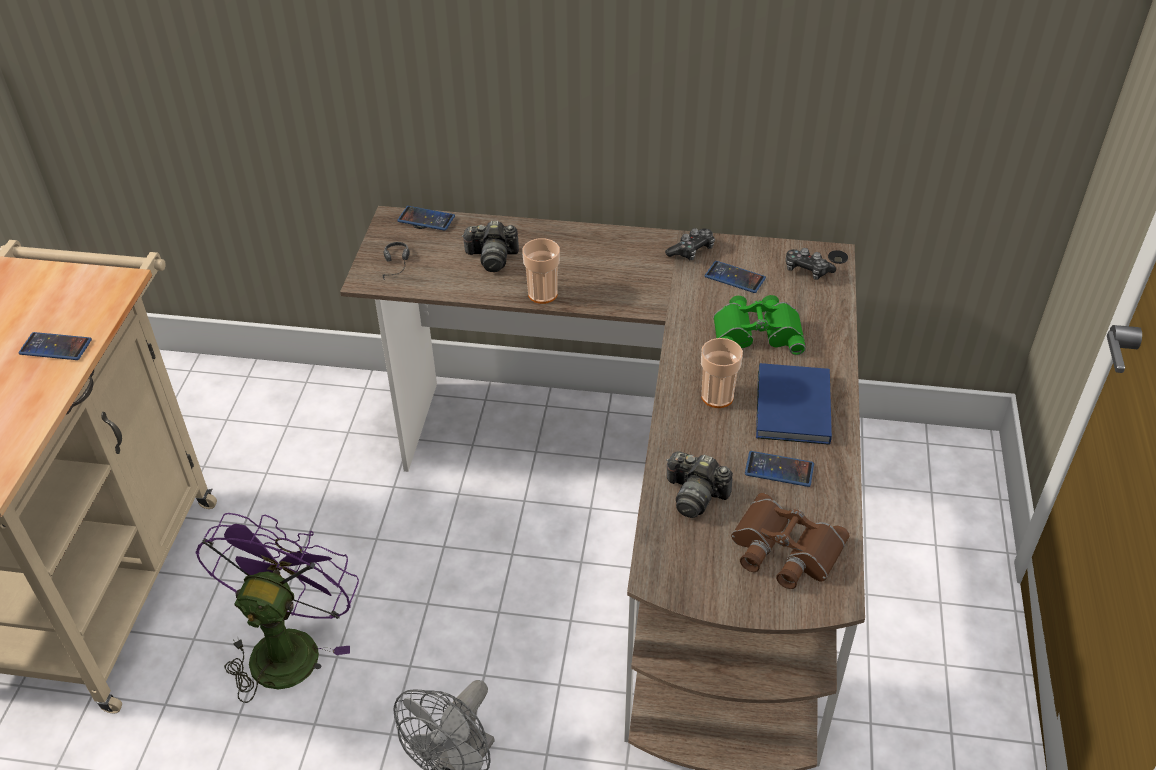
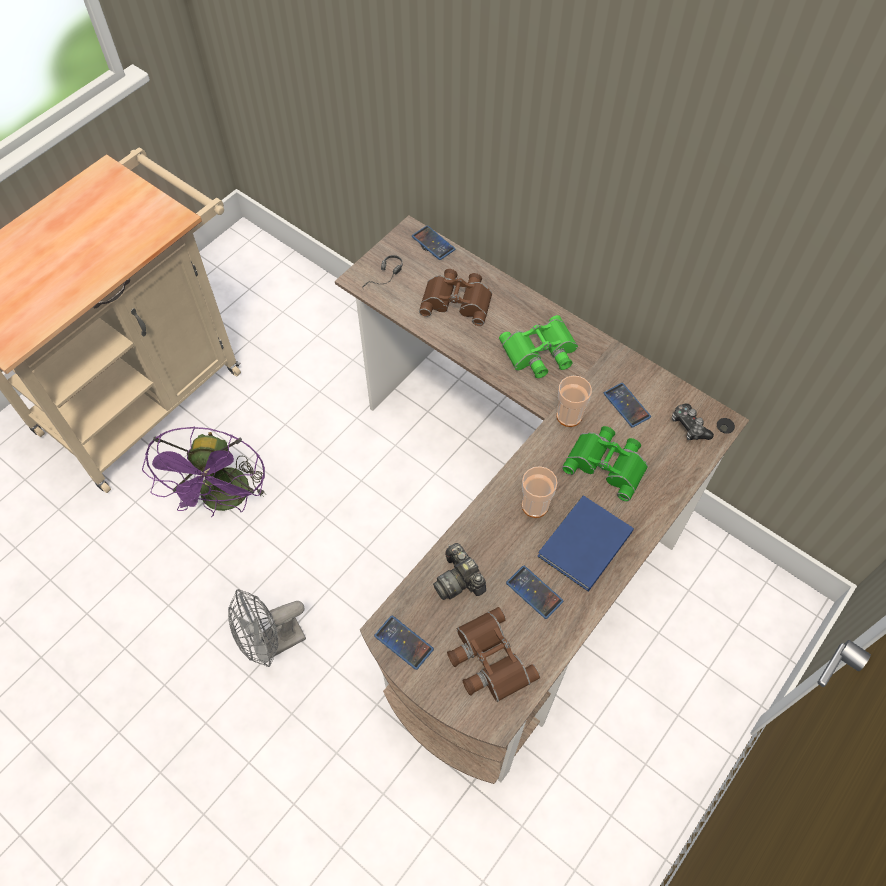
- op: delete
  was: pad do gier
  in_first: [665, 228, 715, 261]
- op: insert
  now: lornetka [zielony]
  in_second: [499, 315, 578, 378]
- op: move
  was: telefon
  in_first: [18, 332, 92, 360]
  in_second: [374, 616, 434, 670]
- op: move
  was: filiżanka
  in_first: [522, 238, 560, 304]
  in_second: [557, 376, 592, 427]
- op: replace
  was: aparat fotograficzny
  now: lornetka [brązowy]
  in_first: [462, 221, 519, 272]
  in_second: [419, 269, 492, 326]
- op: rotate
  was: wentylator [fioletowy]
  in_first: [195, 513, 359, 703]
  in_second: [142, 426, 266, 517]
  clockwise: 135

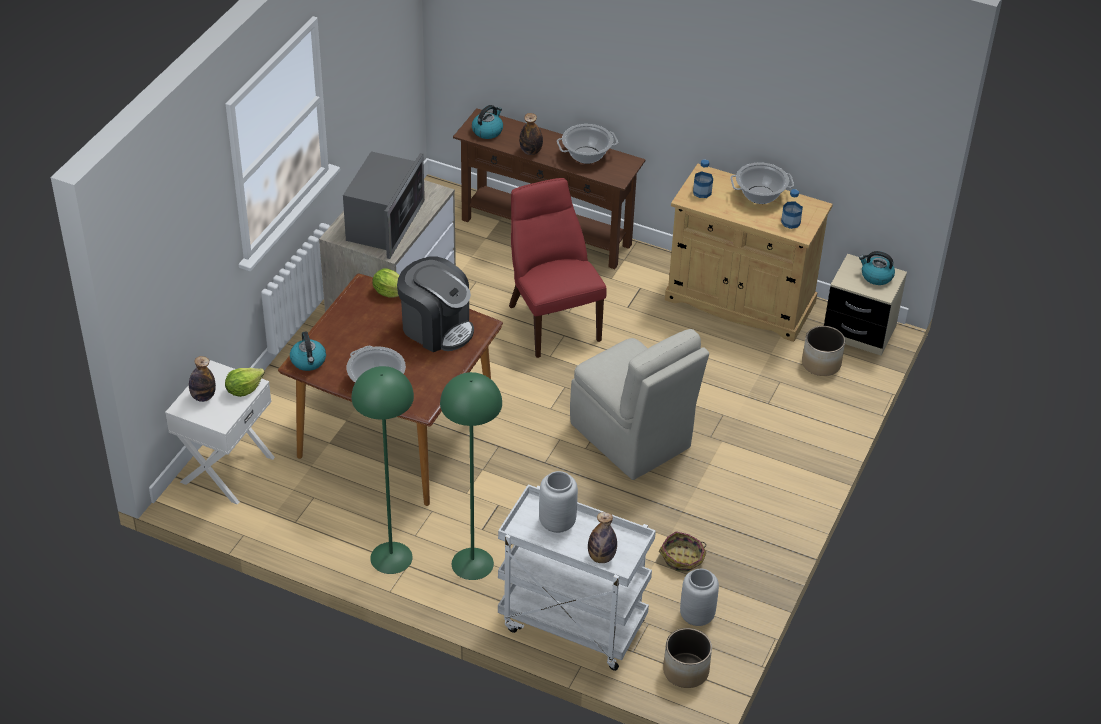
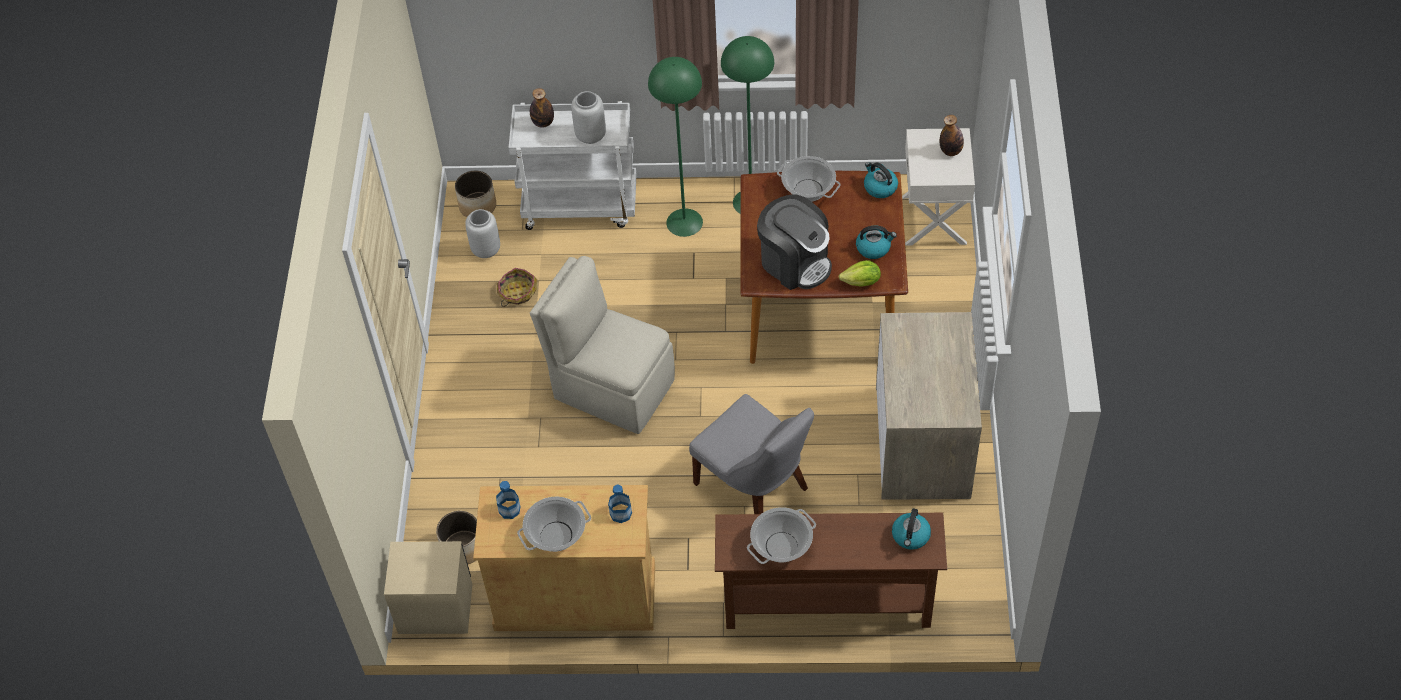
- op: delete
  was: sałata
  in_first: [225, 368, 265, 397]
- op: delete
  was: mikrofalówka
  in_first: [343, 151, 425, 259]
- op: delete
  was: butelka
  in_first: [519, 113, 543, 155]
- op: move
  was: czajnik
  in_first: [859, 251, 895, 285]
  in_second: [856, 226, 897, 259]
- op: recolor
  was: krzesło [czerwony]
  now: krzesło [szary]
  in_first: [509, 178, 607, 358]
  in_second: [689, 394, 814, 514]
- op: rotate
  was: ekspres do kawy
  in_first: [397, 257, 474, 352]
  in_second: [757, 194, 832, 290]
  clockwise: -150

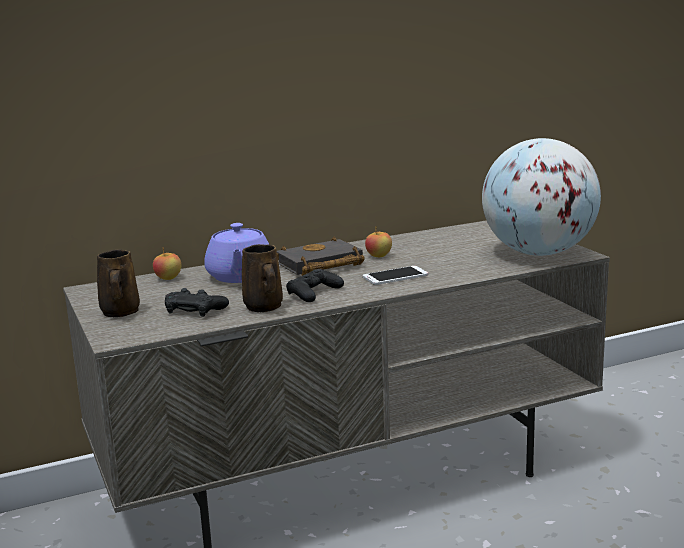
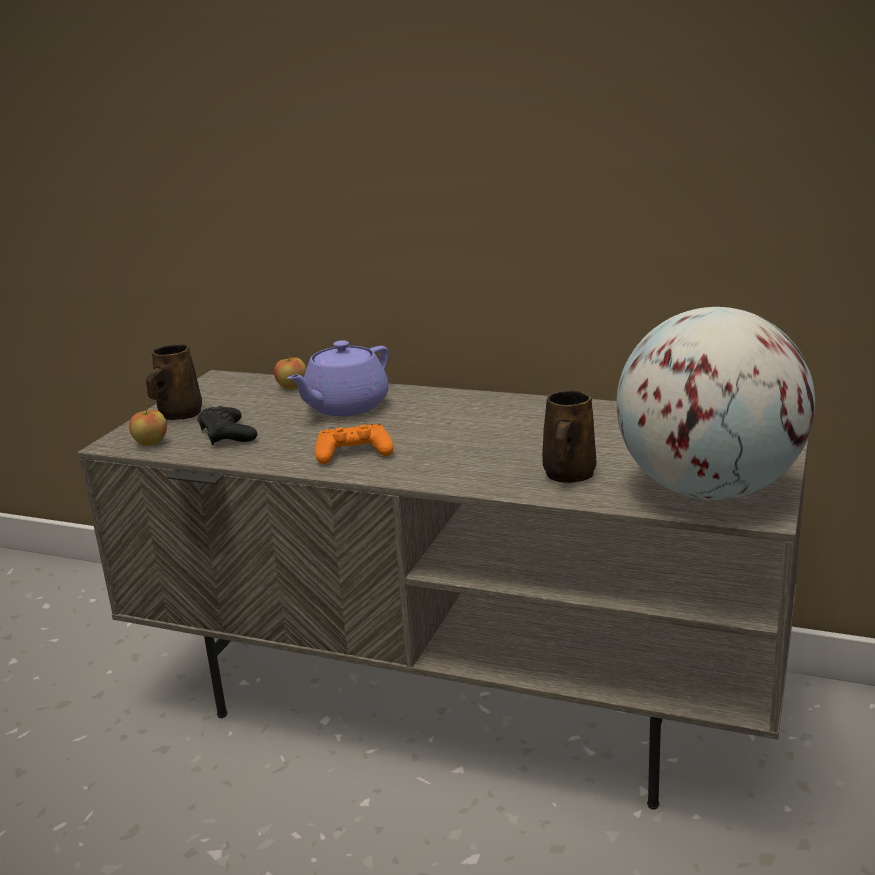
- op: delete
  was: książka [czarny]
  in_first: [277, 237, 365, 276]
- op: delete
  was: telefon
  in_first: [363, 266, 428, 285]
- op: move
  was: kubek [brązowy]
  in_first: [242, 244, 283, 312]
  in_second: [542, 390, 596, 483]
- op: move
  was: jabłko
  in_first: [365, 226, 392, 257]
  in_second: [129, 403, 167, 446]
- op: recolor
  was: pad do gier [czarny]
  now: pad do gier [pomarańczowy]
  in_first: [286, 269, 344, 302]
  in_second: [315, 424, 394, 464]

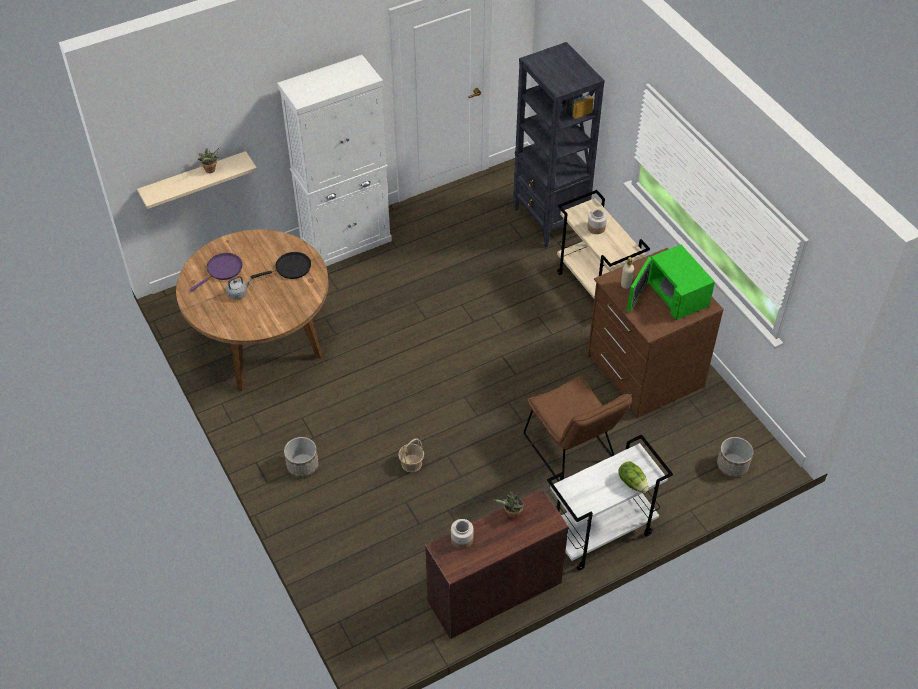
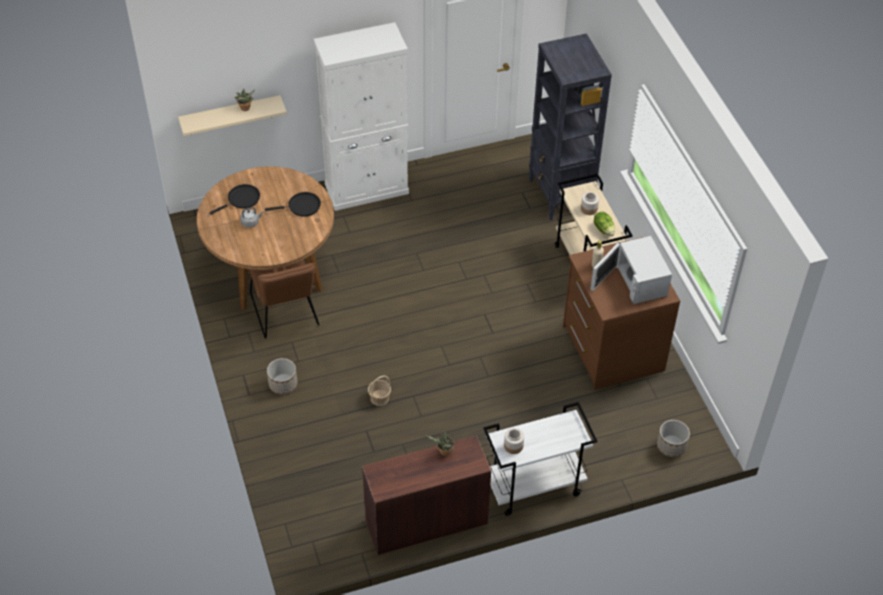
- op: move
  was: słoik
  in_first: [451, 519, 474, 549]
  in_second: [504, 428, 524, 454]
- op: move
  was: krzesło [brązowy]
  in_first: [524, 376, 632, 482]
  in_second: [248, 260, 319, 339]
- op: move
  was: sałata
  in_first: [618, 461, 649, 493]
  in_second: [594, 212, 615, 237]
- op: recolor
  was: patelnia [fioletowy]
  now: patelnia [czarny]
  in_first: [190, 253, 242, 291]
  in_second: [209, 184, 260, 215]
- op: recolor
  was: mikrofalówka [zielony]
  now: mikrofalówka [biały]
  in_first: [627, 245, 715, 320]
  in_second: [590, 236, 672, 304]

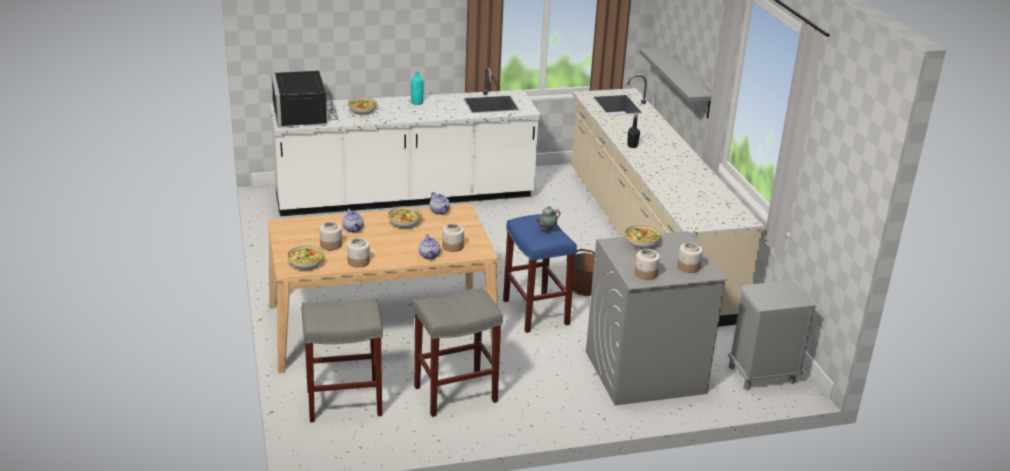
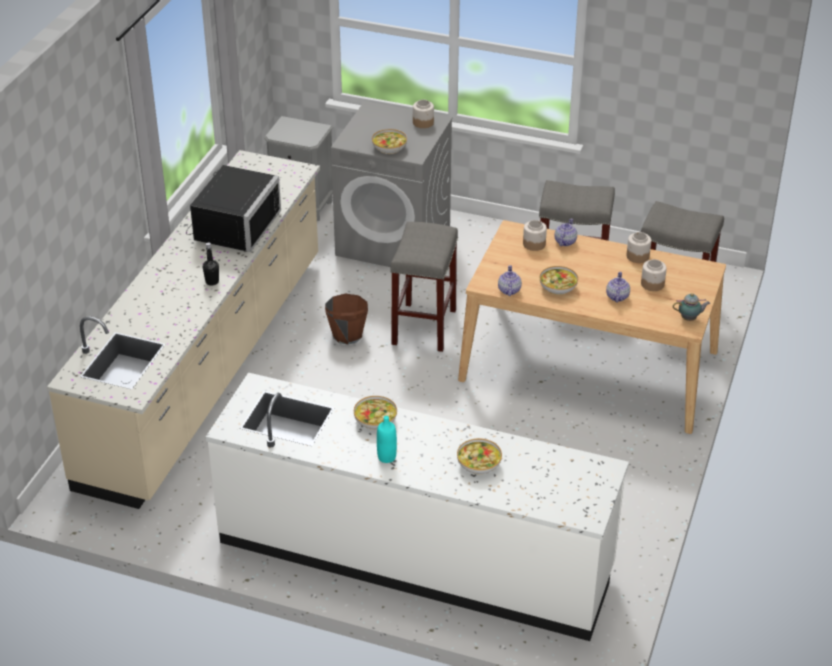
- op: delete
  was: półka [szary]
  in_first: [639, 48, 712, 119]
- op: delete
  was: słoik
  in_first: [677, 242, 703, 273]
- op: move
  was: mikrofalówka [czarny]
  in_first: [271, 71, 338, 126]
  in_second: [186, 165, 281, 252]
- op: move
  was: miska
  in_first: [287, 245, 324, 270]
  in_second: [354, 396, 397, 430]
- op: move
  was: imbryk
  in_first: [535, 206, 560, 231]
  in_second: [673, 293, 710, 321]
- op: recolor
  was: stołek [niebieski]
  now: stołek [szary]
  in_first: [503, 214, 577, 333]
  in_second: [390, 222, 458, 352]

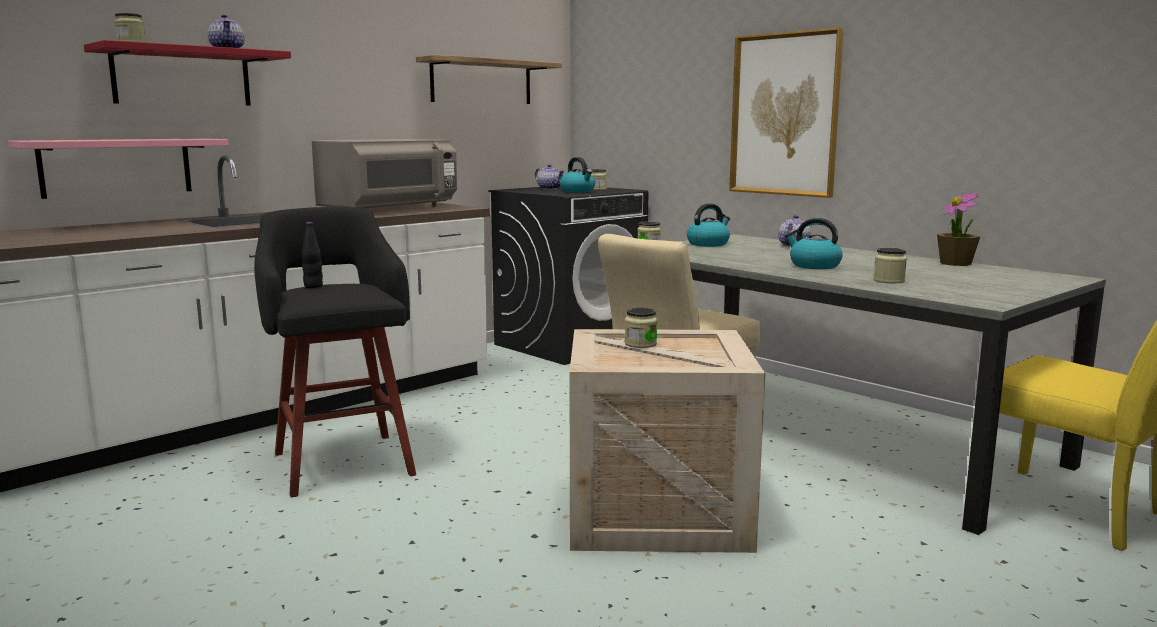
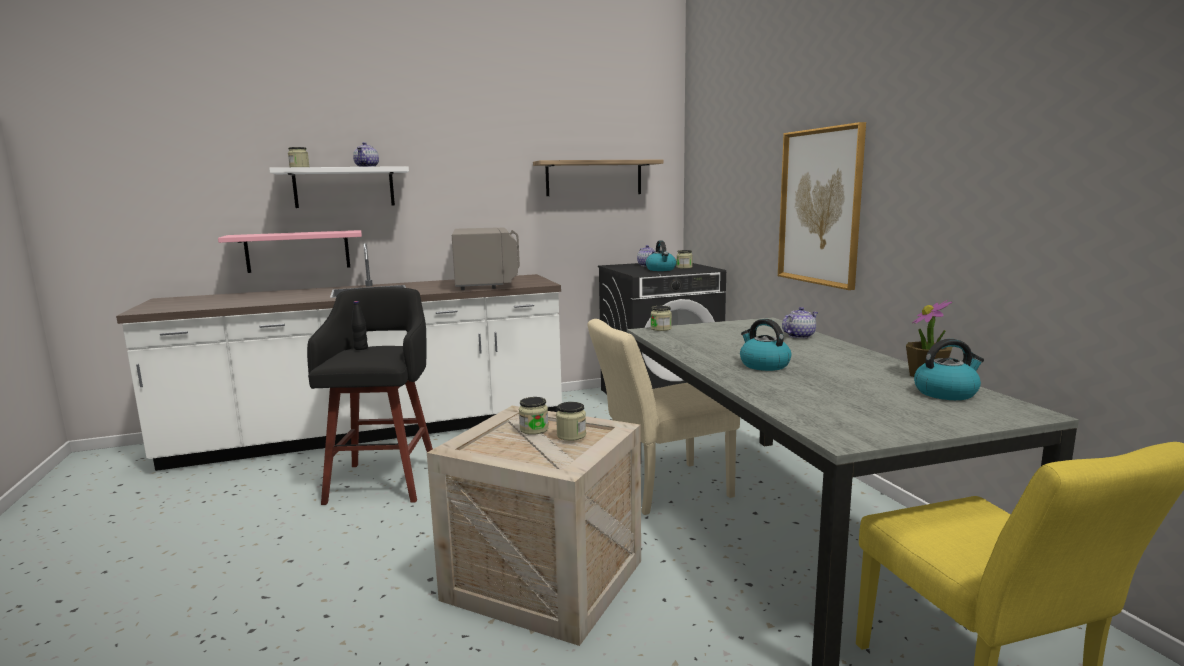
- op: move
  was: czajnik
  in_first: [687, 203, 730, 247]
  in_second: [914, 339, 984, 400]
- op: move
  was: słoik
  in_first: [873, 248, 907, 283]
  in_second: [556, 402, 586, 441]
- op: recolor
  was: półka [czerwony]
  now: półka [biały]
  in_first: [84, 40, 291, 106]
  in_second: [269, 166, 409, 208]
- op: rotate
  was: mikrofalówka [szary]
  in_first: [312, 139, 457, 208]
  in_second: [452, 228, 520, 290]
  clockwise: -75

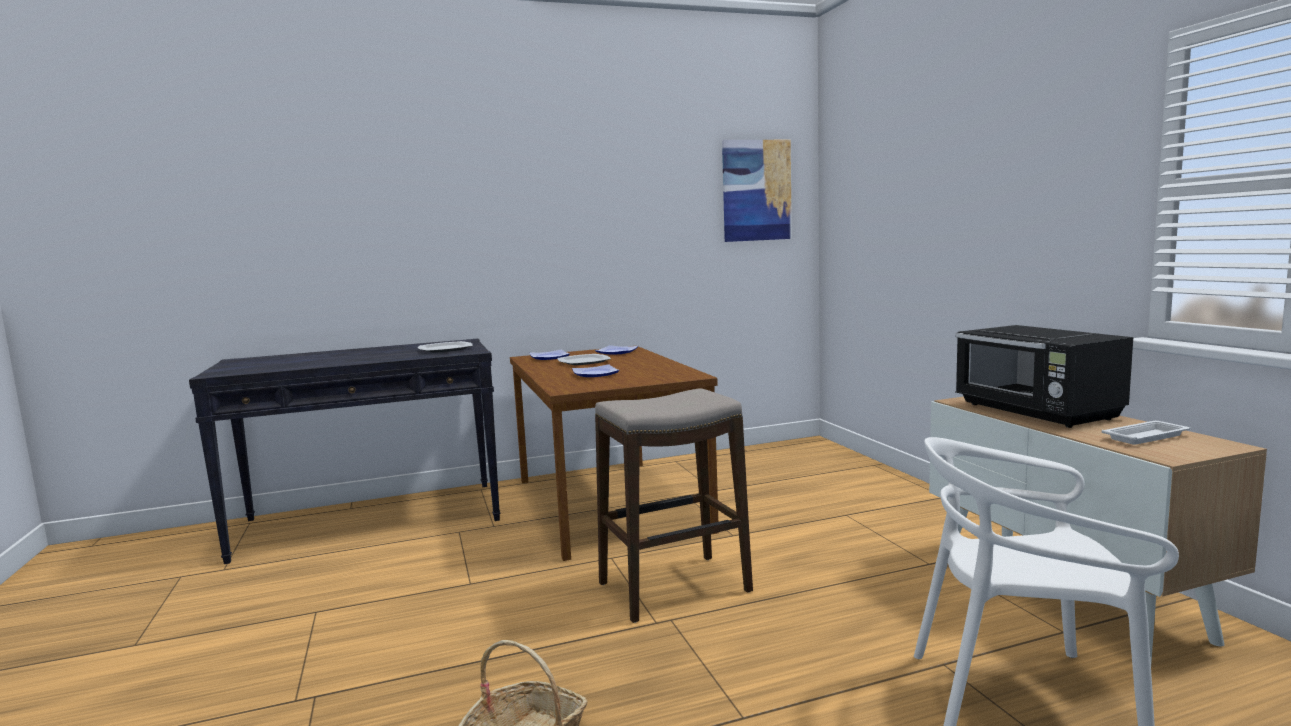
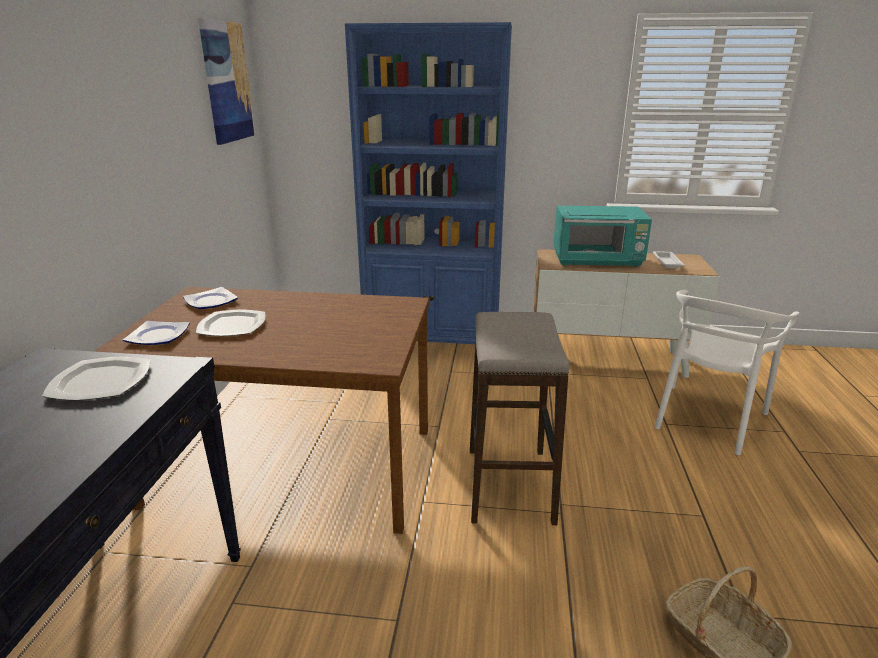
- op: delete
  was: talerz
  in_first: [572, 364, 619, 377]
- op: insert
  now: regał [niebieski]
  in_second: [345, 22, 512, 344]
- op: recolor
  was: mikrofalówka [czarny]
  now: mikrofalówka [turkusowy]
  in_first: [956, 325, 1133, 428]
  in_second: [553, 206, 652, 267]

